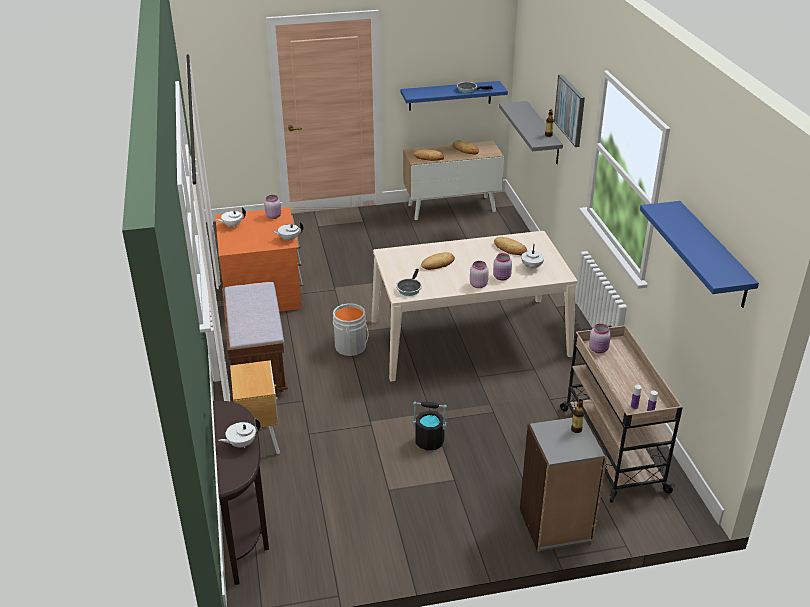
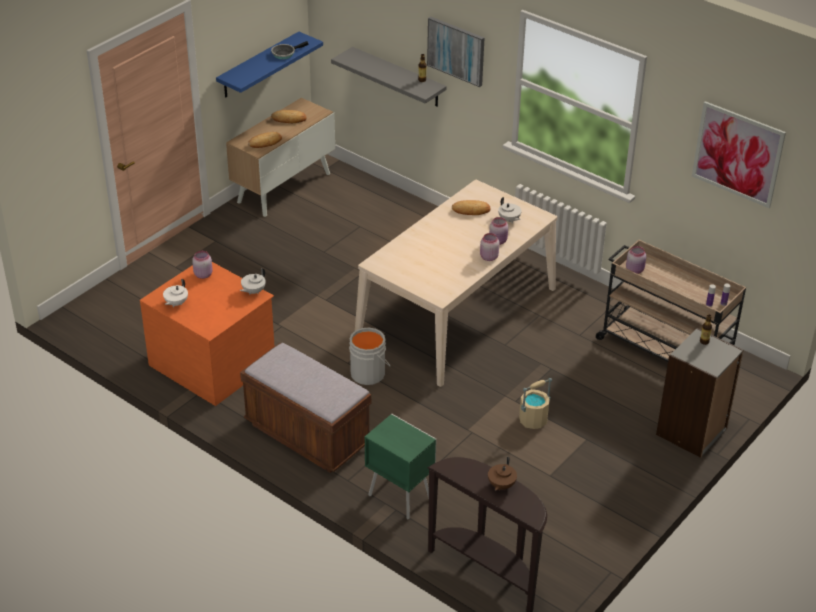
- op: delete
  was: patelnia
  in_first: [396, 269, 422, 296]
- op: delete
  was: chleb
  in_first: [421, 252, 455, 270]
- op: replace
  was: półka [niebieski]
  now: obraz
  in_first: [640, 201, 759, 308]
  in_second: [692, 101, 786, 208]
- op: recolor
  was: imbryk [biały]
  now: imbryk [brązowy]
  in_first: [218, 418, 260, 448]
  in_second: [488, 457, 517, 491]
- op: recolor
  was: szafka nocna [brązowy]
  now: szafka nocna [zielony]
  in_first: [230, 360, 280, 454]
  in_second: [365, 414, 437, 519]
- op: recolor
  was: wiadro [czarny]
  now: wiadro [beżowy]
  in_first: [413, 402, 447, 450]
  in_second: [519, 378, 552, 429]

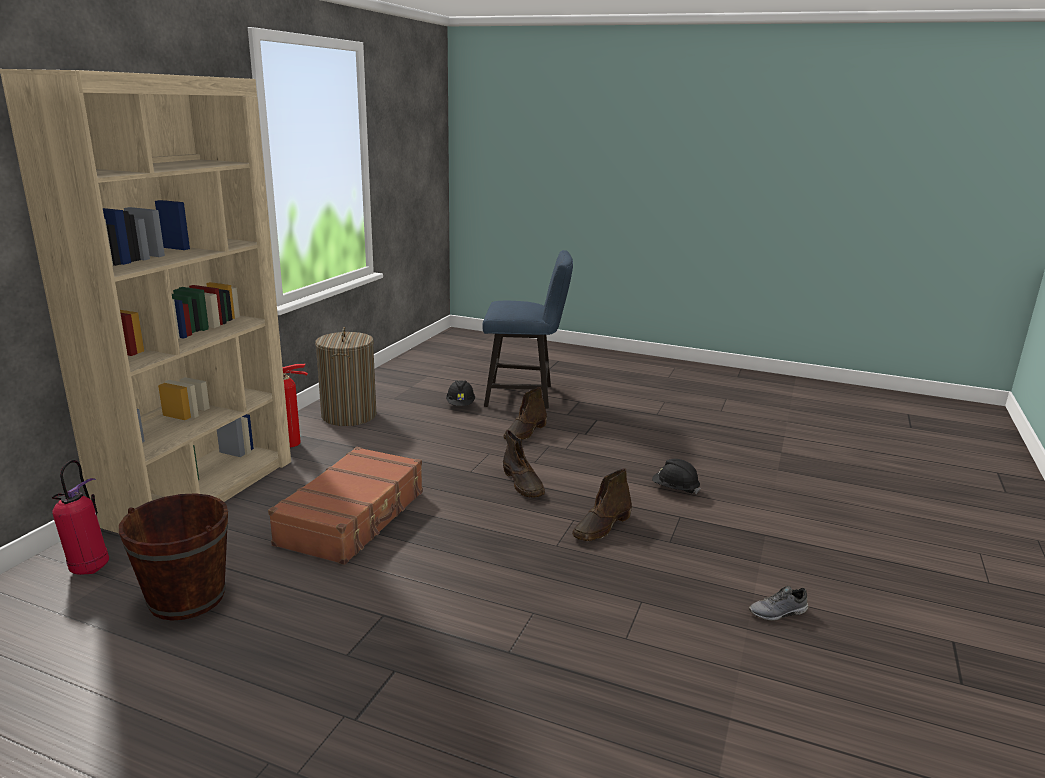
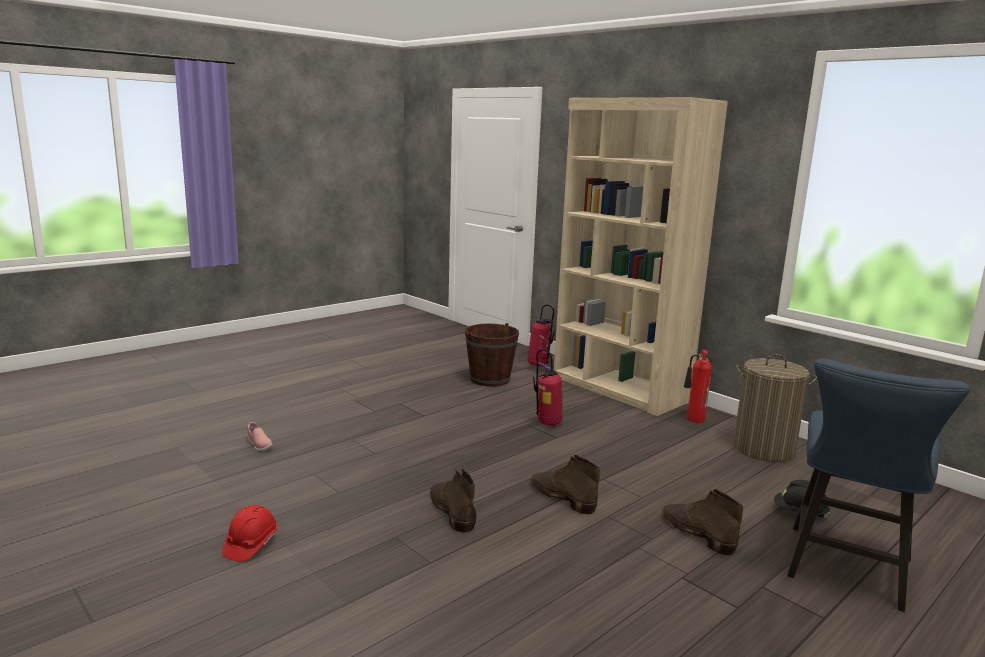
- op: delete
  was: kask [czarny]
  in_first: [652, 459, 700, 494]
- op: insert
  now: but [różowy]
  in_second: [247, 422, 273, 451]
- op: replace
  was: walizka [brązowy]
  now: gaśnica
  in_first: [268, 447, 423, 565]
  in_second: [533, 349, 563, 426]
- op: replace
  was: but [szary]
  now: kask [czerwony]
  in_first: [749, 586, 808, 621]
  in_second: [222, 505, 278, 562]
- op: rotate
  was: but z cholewką [brązowy]
  in_first: [503, 430, 545, 498]
  in_second: [530, 455, 600, 515]
  clockwise: 45

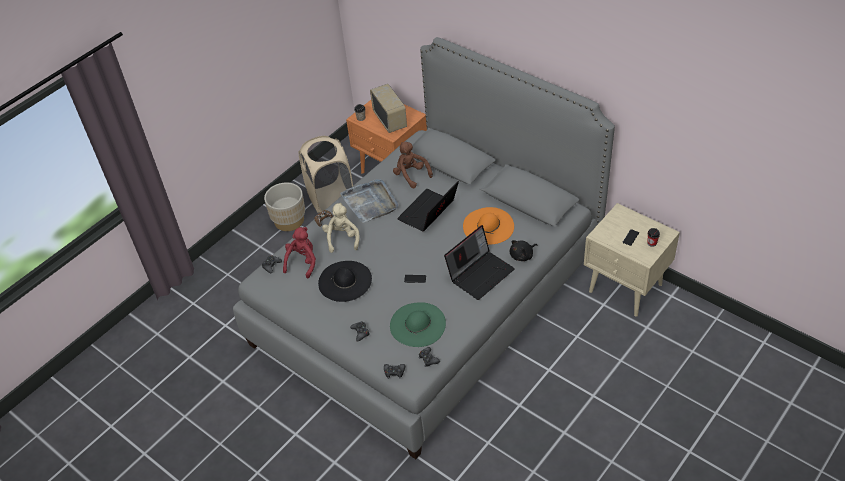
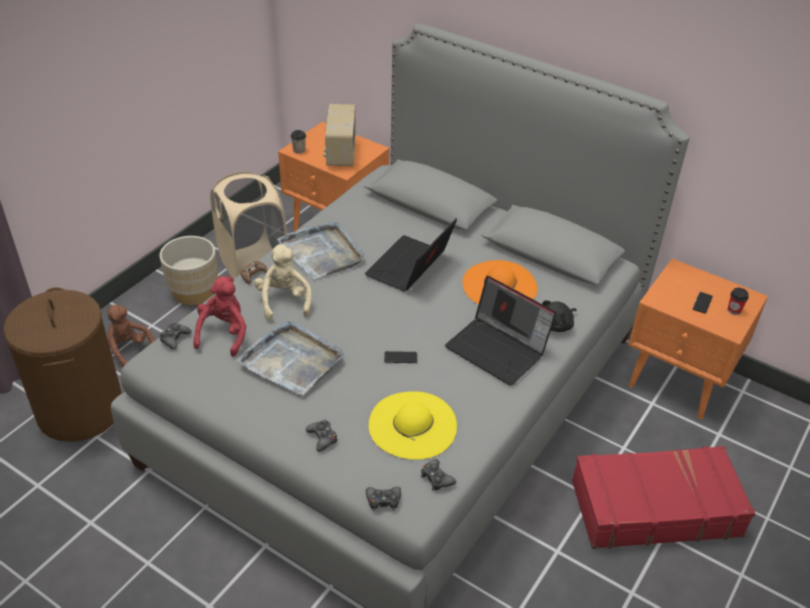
- op: insert
  now: kosz na pranie [brązowy]
  in_second: [3, 287, 122, 442]
- op: insert
  now: walizka [czerwony]
  in_second: [572, 446, 755, 549]
- op: move
  was: pluszak [brązowy]
  in_first: [393, 142, 433, 188]
  in_second: [107, 305, 155, 368]
- op: replace
  was: kapelusz [czarny]
  now: taca [szary]
  in_first: [318, 261, 372, 302]
  in_second: [237, 320, 344, 395]
- op: recolor
  was: kapelusz [zielony]
  now: kapelusz [żółty]
  in_first: [390, 302, 446, 347]
  in_second: [369, 391, 457, 460]
- op: recolor
  was: szafka nocna [beżowy]
  now: szafka nocna [pomarańczowy]
  in_first: [584, 203, 680, 317]
  in_second: [628, 259, 768, 419]
- op: rotate
  was: radio
  in_first: [370, 84, 407, 133]
  in_second: [324, 104, 356, 166]
  clockwise: -150
- op: rotate
  was: laptop
  in_first: [444, 225, 515, 300]
  in_second: [445, 276, 556, 386]
  clockwise: 90

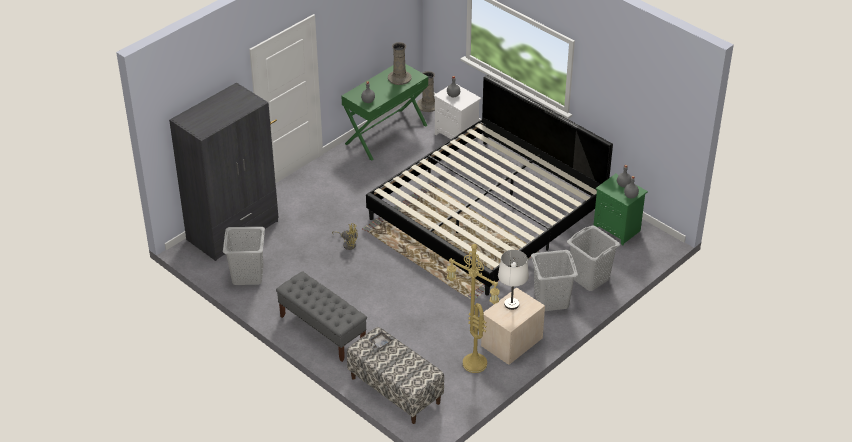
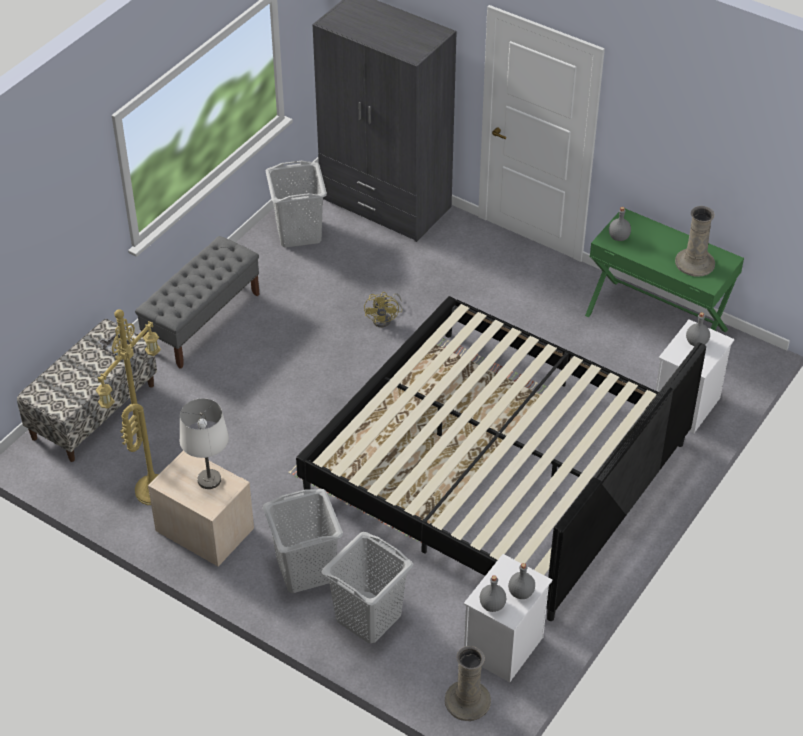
- op: move
  was: wazon [beżowy]
  in_first: [417, 71, 435, 112]
  in_second: [445, 646, 491, 721]
- op: recolor
  was: szafka nocna [zielony]
  now: szafka nocna [biały]
  in_first: [593, 174, 648, 245]
  in_second: [464, 554, 552, 682]

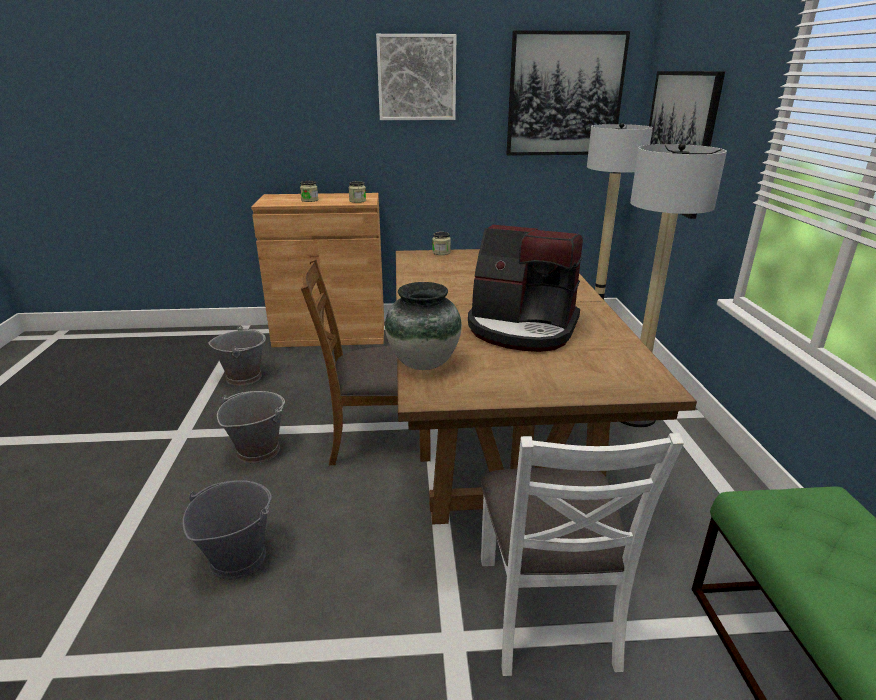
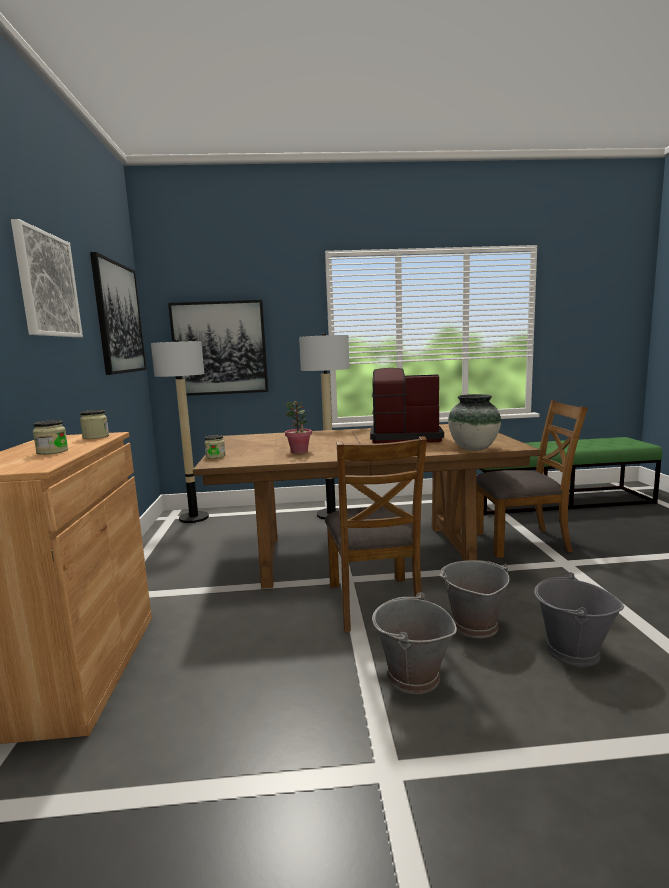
- op: insert
  now: roślina doniczkowa
  in_second: [285, 401, 312, 454]
- op: move
  was: wiadro [szary]
  in_first: [209, 325, 266, 386]
  in_second: [441, 560, 510, 638]
- op: recolor
  was: krzesło [biały]
  now: krzesło [brązowy]
  in_first: [481, 433, 684, 676]
  in_second: [476, 400, 588, 558]
- op: rotate
  was: ekspres do kawy
  in_first: [468, 225, 583, 352]
  in_second: [370, 368, 444, 444]
  clockwise: -105

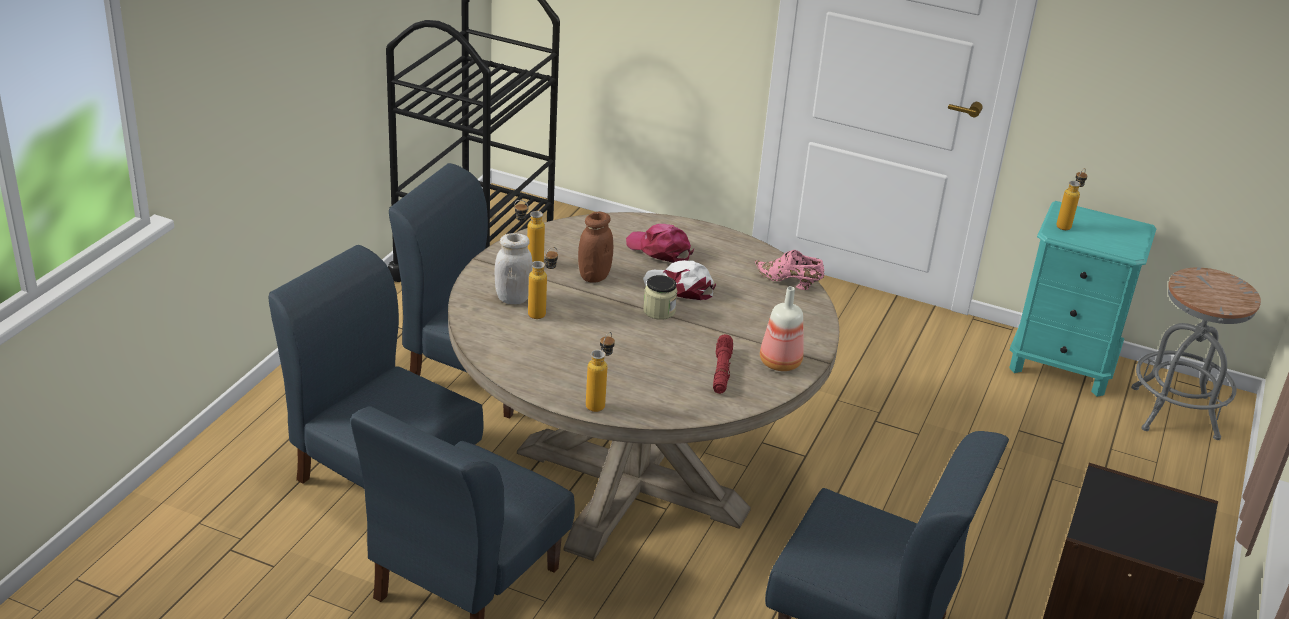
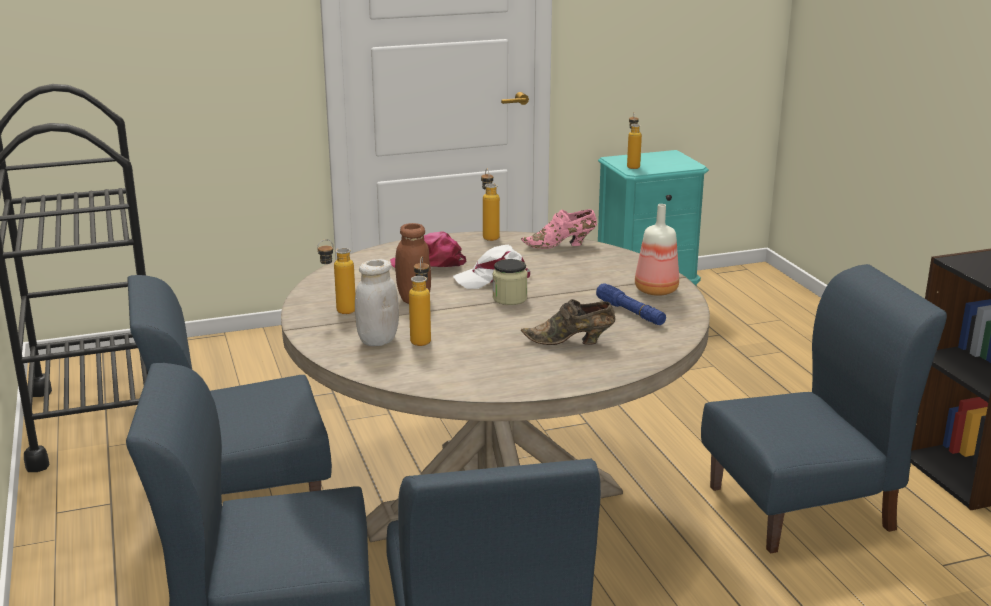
- op: delete
  was: stołek [szary]
  in_first: [1131, 268, 1261, 440]
- op: insert
  now: but [brązowy]
  in_second: [521, 299, 616, 345]
- op: move
  was: butelka
  in_first: [586, 332, 615, 412]
  in_second: [481, 169, 500, 241]
- op: recolor
  was: latarka [czerwony]
  now: latarka [niebieski]
  in_first: [713, 334, 733, 394]
  in_second: [596, 283, 666, 325]

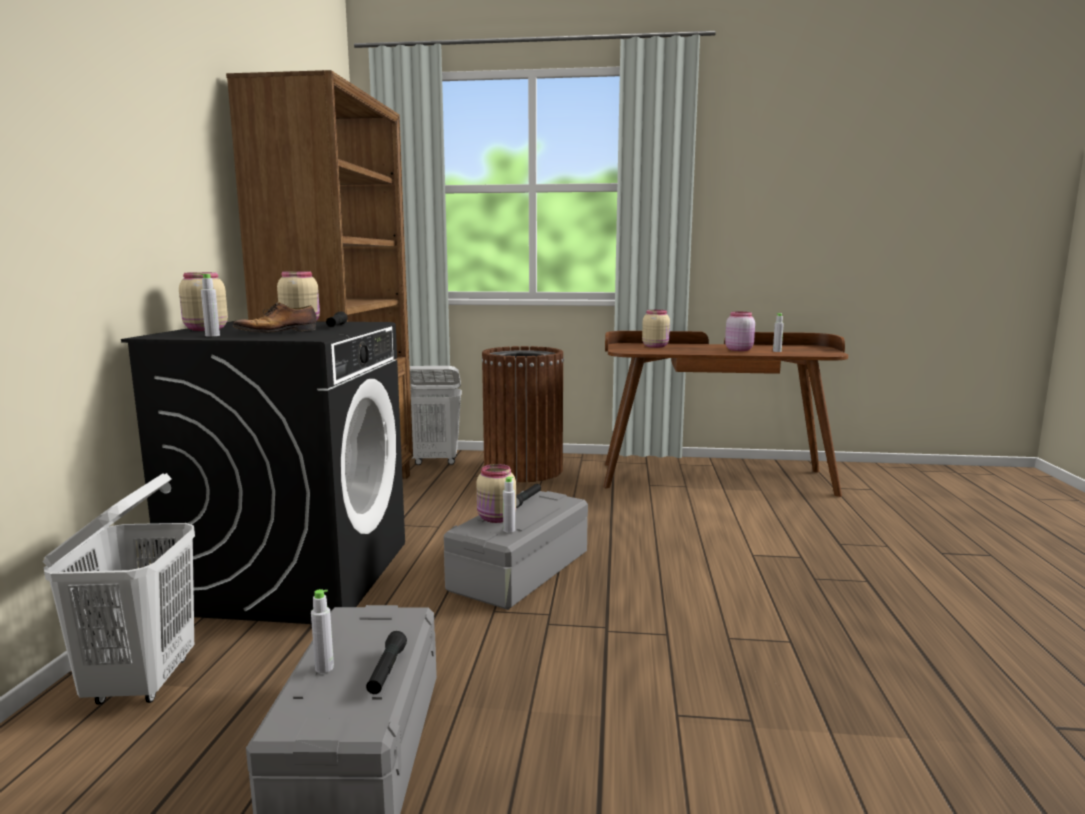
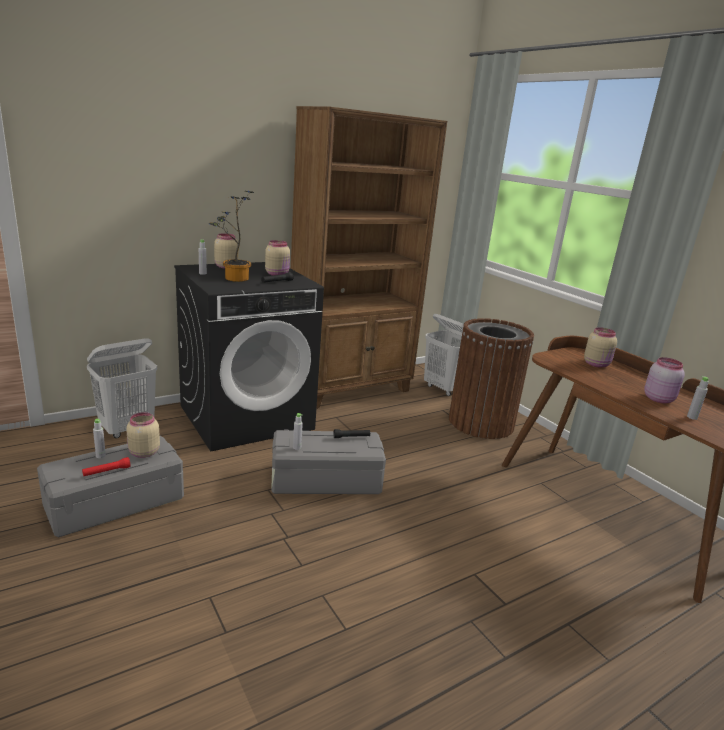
- op: move
  was: słoik [beżowy]
  in_first: [477, 464, 516, 523]
  in_second: [126, 412, 160, 458]
- op: replace
  was: but
  now: roślina doniczkowa
  in_first: [233, 302, 317, 335]
  in_second: [209, 191, 254, 282]
- op: recolor
  was: latarka [czarny]
  now: latarka [czerwony]
  in_first: [366, 631, 407, 694]
  in_second: [82, 457, 131, 476]

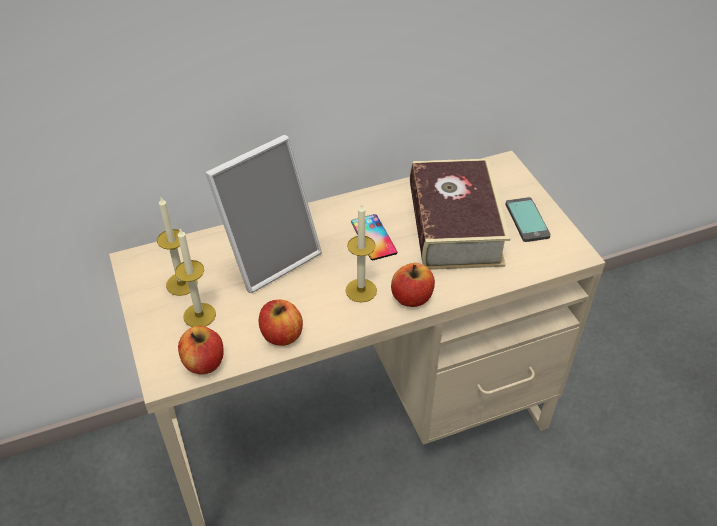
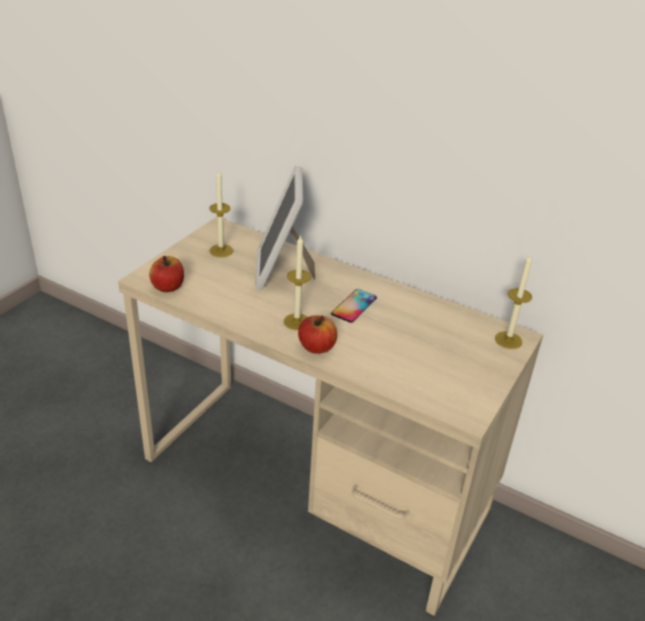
- op: delete
  was: jabłko
  in_first: [259, 300, 303, 346]
- op: delete
  was: książka
  in_first: [410, 158, 510, 270]
- op: delete
  was: telefon
  in_first: [505, 197, 551, 242]
- op: move
  was: świeca
  in_first: [175, 229, 216, 327]
  in_second: [495, 255, 532, 349]
- op: rotate
  was: ramka na zdjęcie
  in_first: [205, 135, 322, 293]
  in_second: [255, 166, 315, 290]
  clockwise: 75

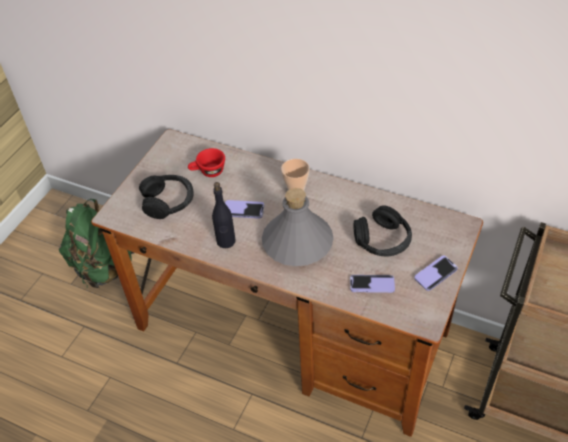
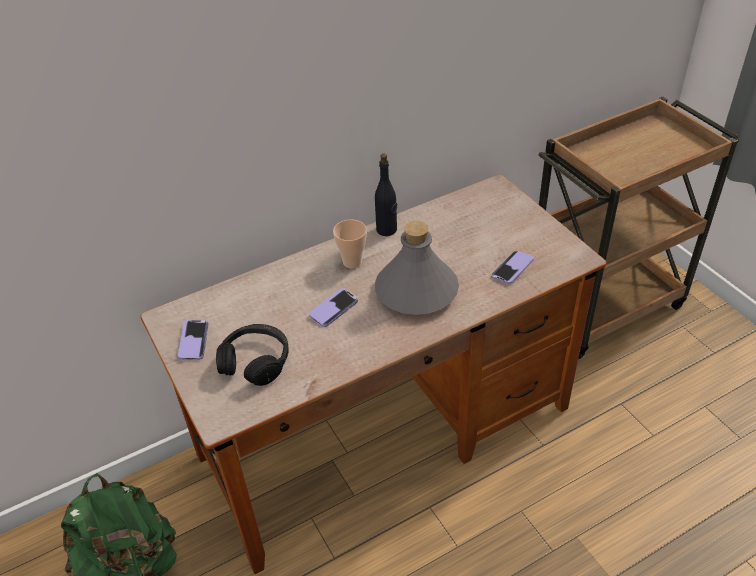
- op: delete
  was: filiżanka [czerwony]
  in_first: [188, 148, 225, 177]
- op: delete
  was: słuchawki [czarny]
  in_first: [353, 205, 412, 257]
- op: move
  was: butelka [czarny]
  in_first: [212, 182, 236, 248]
  in_second: [375, 154, 397, 236]
- op: move
  was: telefon
  in_first: [414, 255, 458, 291]
  in_second: [178, 320, 209, 360]

